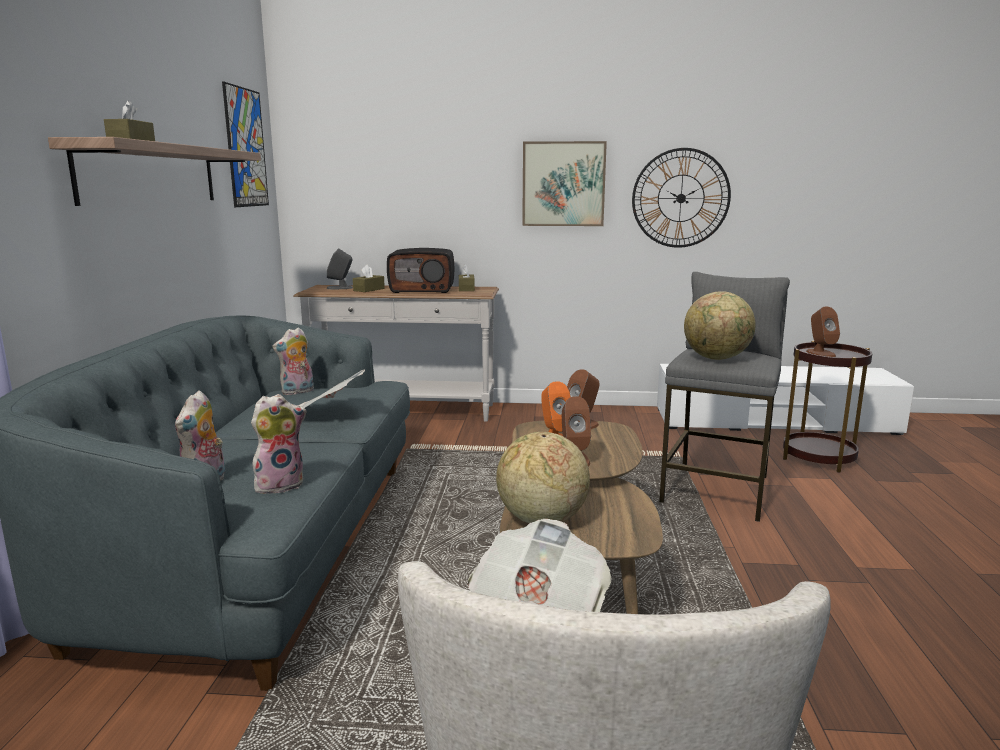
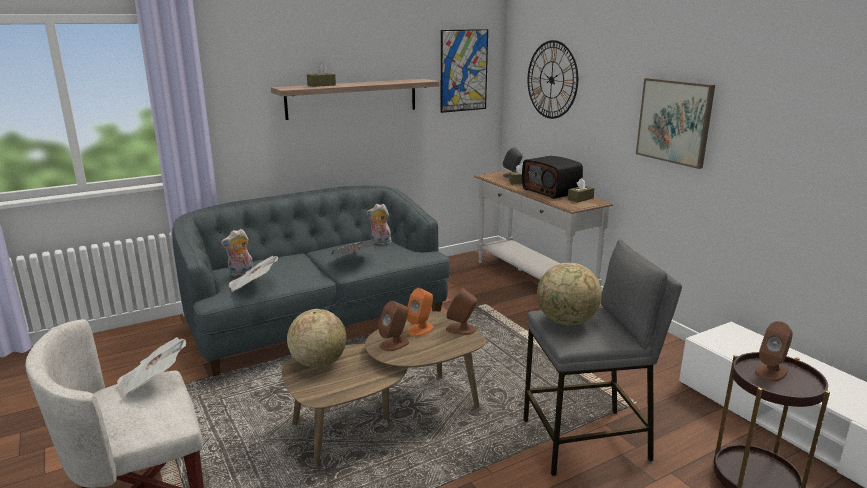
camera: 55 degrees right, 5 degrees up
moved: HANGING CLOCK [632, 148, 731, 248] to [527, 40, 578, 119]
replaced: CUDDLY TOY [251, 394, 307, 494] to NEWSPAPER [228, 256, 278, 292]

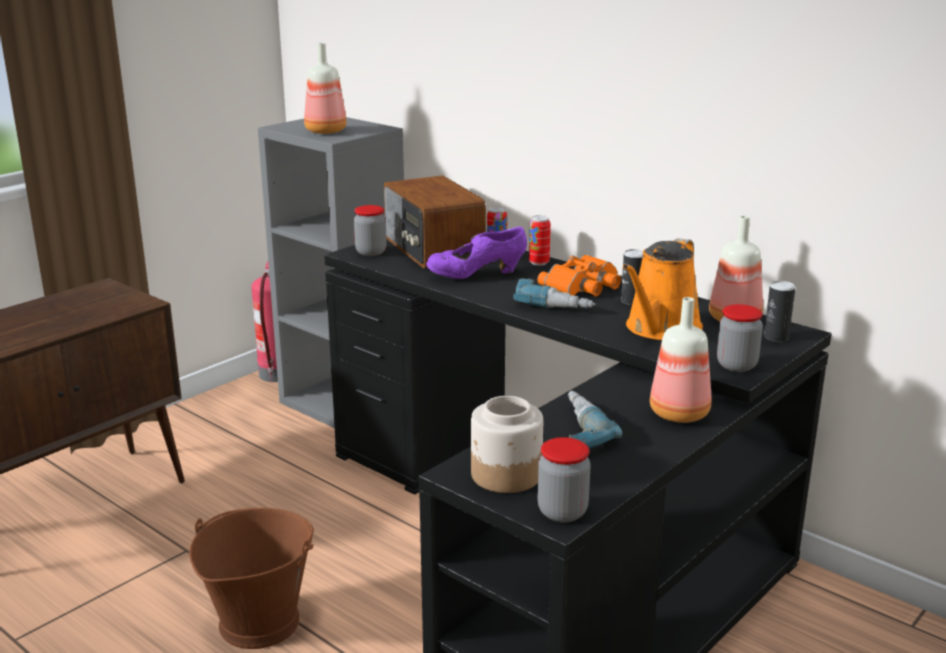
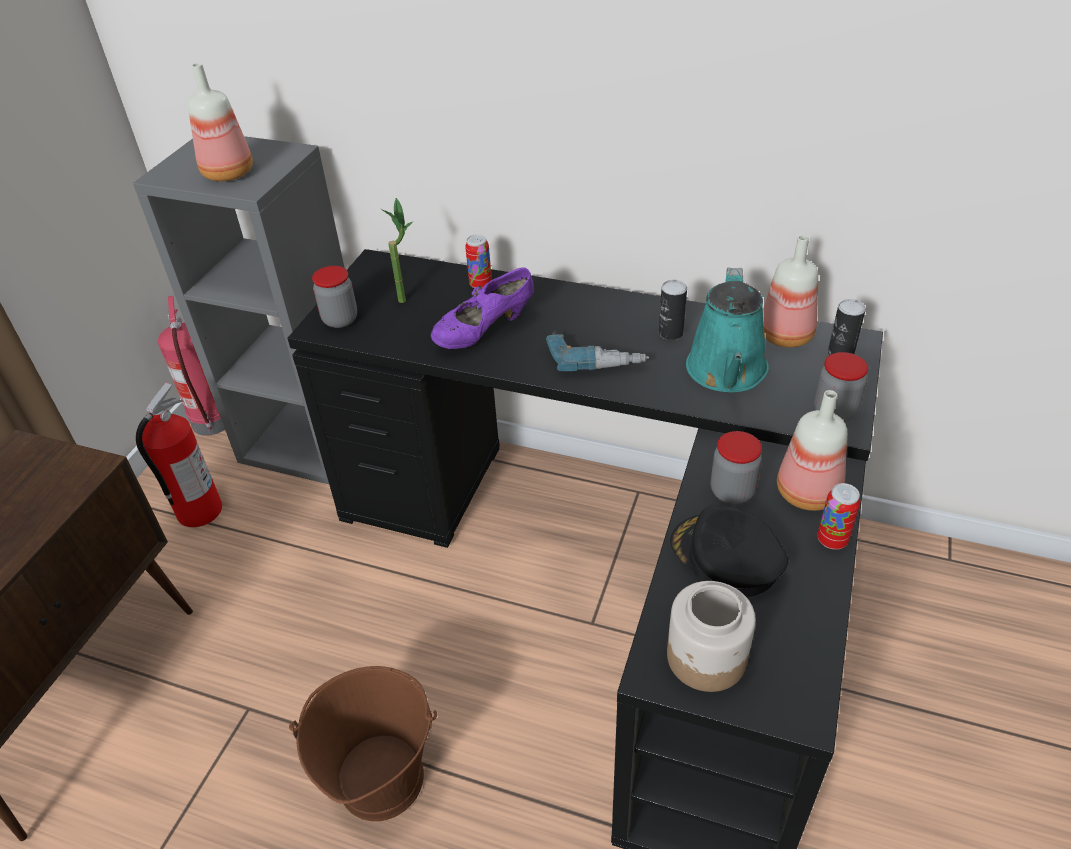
camera: 20 degrees left, 20 degrees up
removed: ORANGEY FIELD GLASSES [537, 254, 621, 296]
added: FIRE-FIGHTING CYLINDER [136, 383, 222, 527]
moved: SEALED CAN [529, 215, 551, 266] to [817, 483, 860, 550]; STORAGE JAR [538, 437, 591, 522] to [711, 431, 762, 504]
replaced: RADIO RECEIVER [384, 176, 486, 268] to POTTED PLANT [381, 198, 413, 303]; POWER DRILL [568, 391, 622, 448] to BLACK CAP [670, 505, 788, 597]
recoloured: ORANGEY WATERING CAN [623, 238, 703, 340] to TURQUOISE WATERING CAN [686, 268, 769, 393]

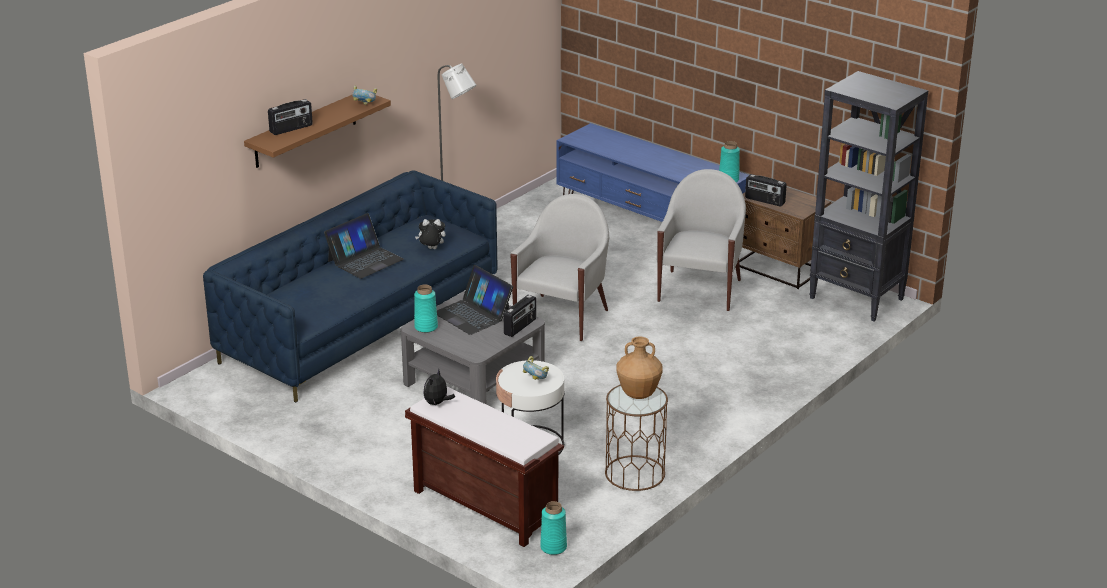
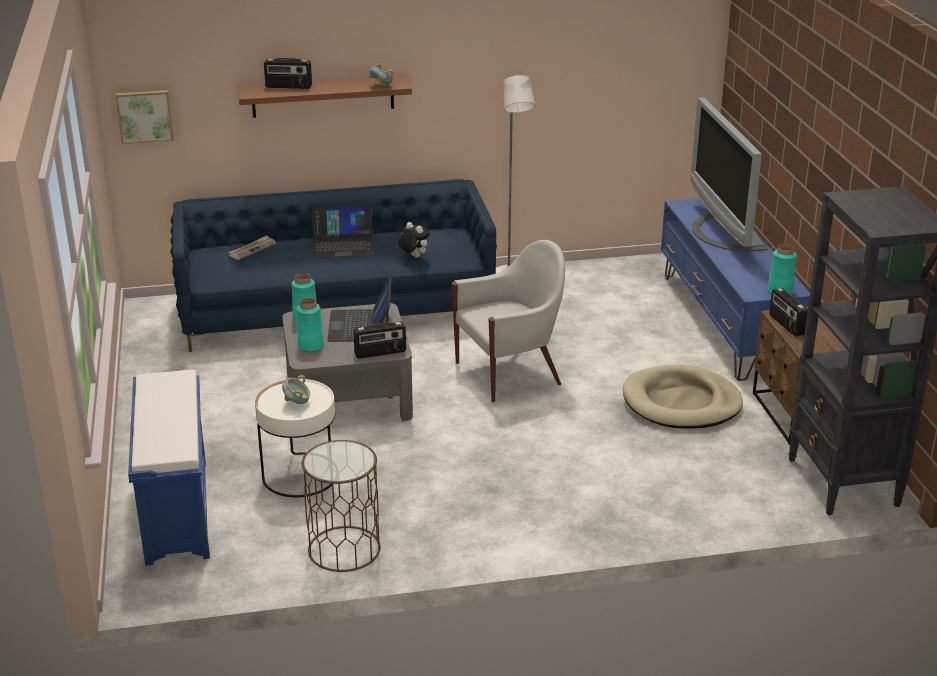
camera: 40 degrees right, 0 degrees up
removed: CUDDLY TOY [424, 369, 455, 405]; BROWN-COLOURED DECORATIVE VASE [617, 337, 663, 399]
added: WALL PICTURE [115, 90, 174, 144]; NEWSPAPER [229, 235, 276, 260]; TV [690, 97, 768, 252]
moved: TURQUOISE DECORATIVE VASE [540, 501, 567, 555] to [297, 298, 324, 352]
replaced: WHITE-COLOURED ARMCHAIR [657, 169, 746, 311] to BEIGE DOG BED [623, 365, 743, 429]
recoloured: BROWN-COLOURED BENCH [405, 387, 564, 547] to BLUE BENCH [128, 370, 210, 566]

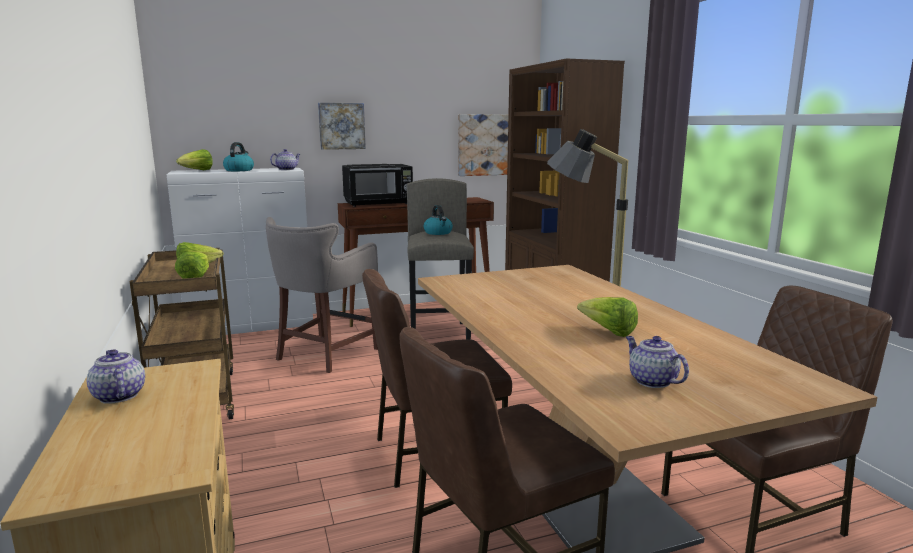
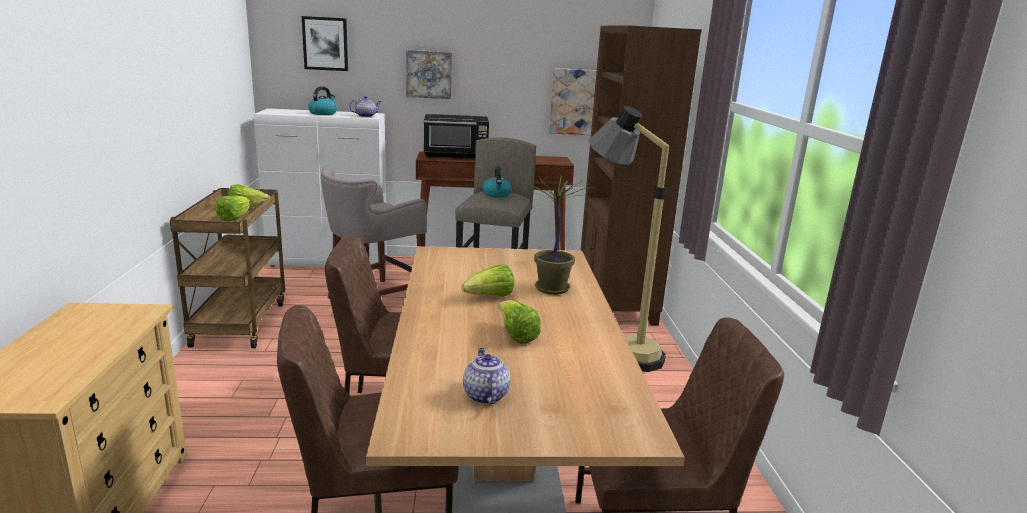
camera: 15 degrees right, 5 degrees up
removed: TEAPOT [87, 349, 145, 404]
added: WALL PICTURE [302, 16, 348, 71]; POTTED PLANT [516, 176, 596, 295]
moved: LETTUCE HEAD [176, 149, 213, 170] to [461, 264, 514, 297]

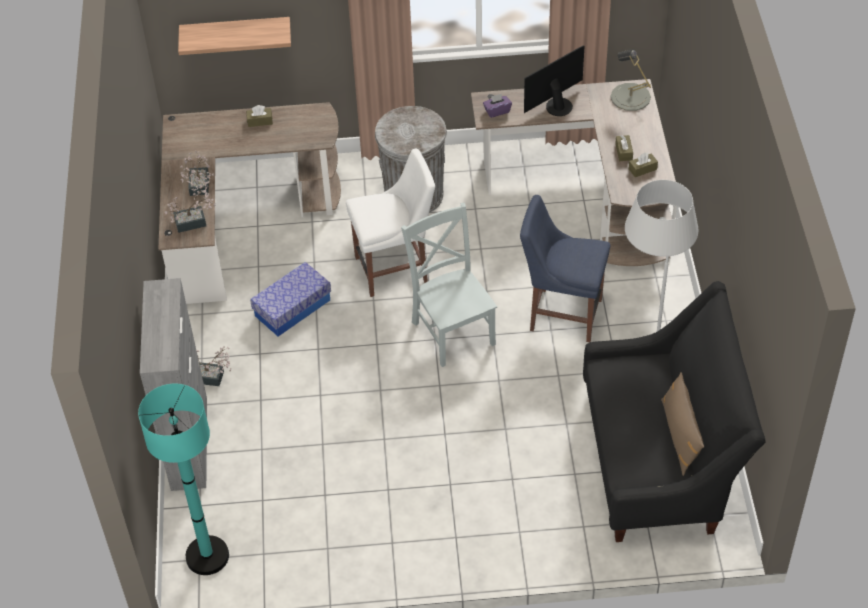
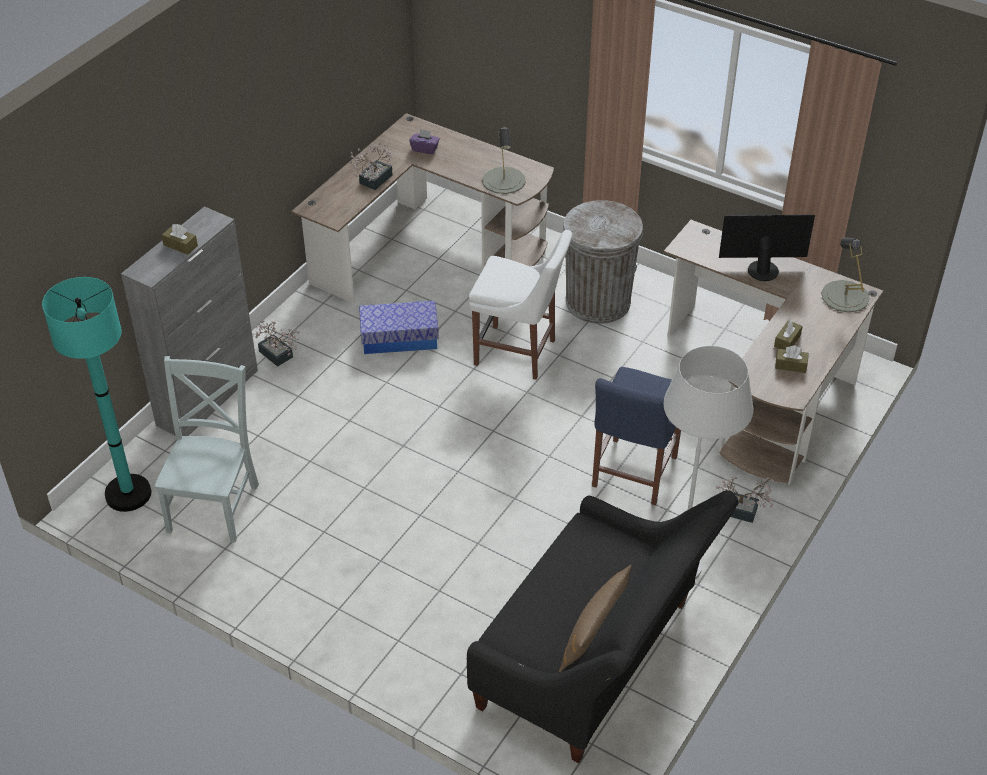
camera: 35 degrees right, 5 degrees down
removed: WALL SHELF [178, 17, 291, 55]
added: GREYISH TABLETOP LAMP [482, 127, 526, 194]
moved: POTTED PLANT [164, 184, 216, 233] to [716, 477, 774, 523]; BROWN-COLOURED TISSUE HOLDER [246, 105, 273, 127] to [162, 224, 198, 255]; GREYISH CHAIR [401, 203, 497, 367] to [154, 356, 259, 543]; PURPLISH TISSUE HOLDER [483, 94, 512, 118] to [409, 129, 440, 154]
turned: BLUE CHAIR [520, 195, 610, 342] = [592, 367, 681, 505] 120 degrees counterclockwise

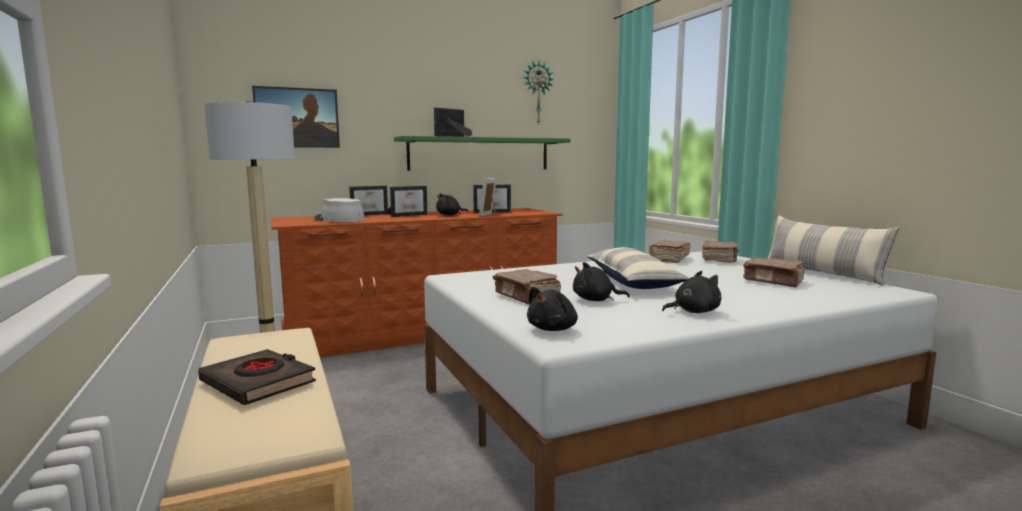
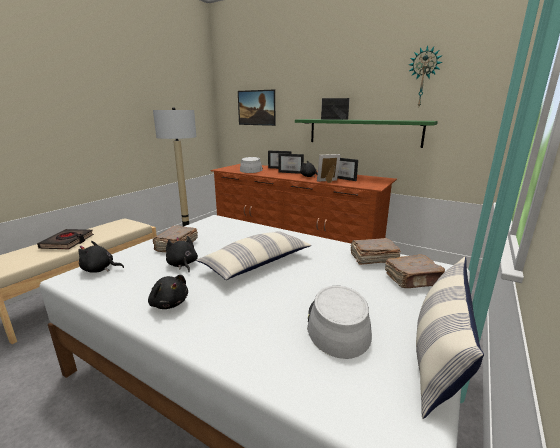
camera: 55 degrees right, 10 degrees up
replaced: BROWN-COLOURED BOOK [743, 257, 805, 287] to GREYISH HAT [307, 286, 372, 359]

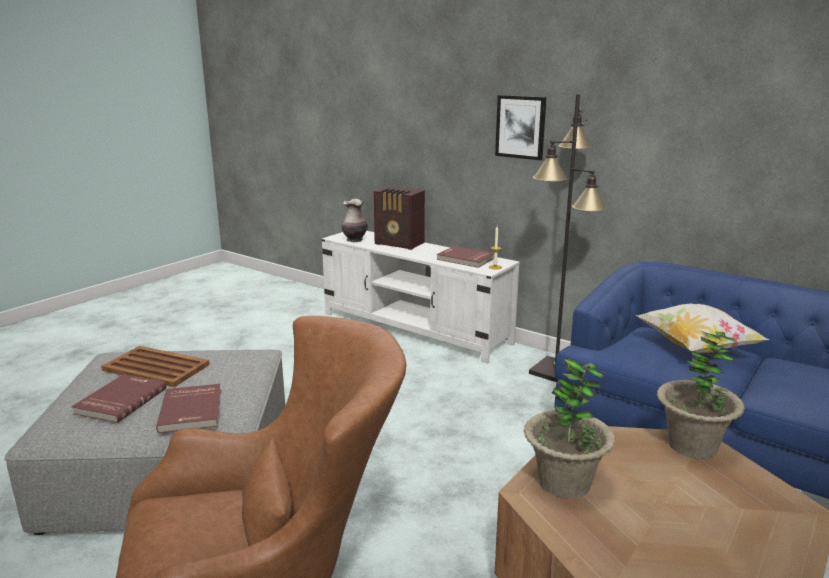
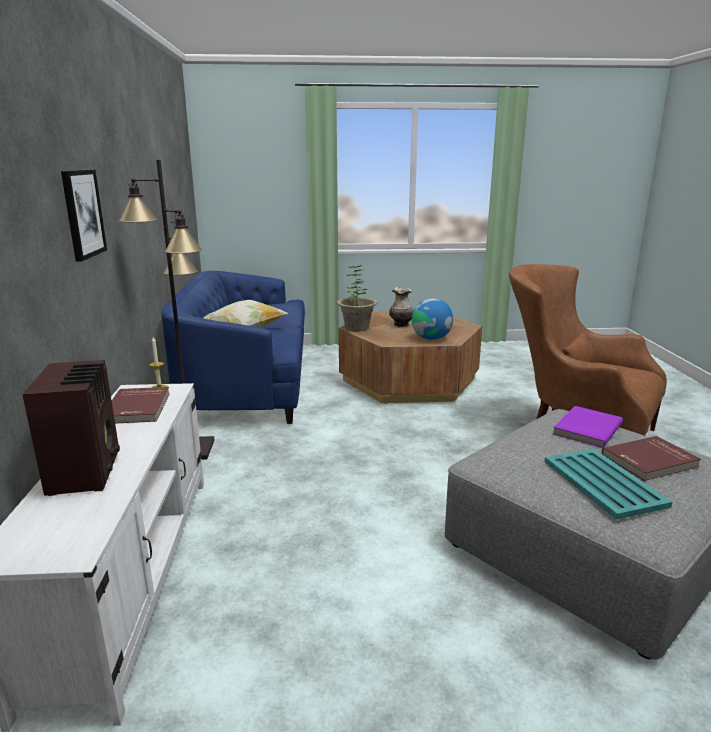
camera: 130 degrees left, 0 degrees up
moved: DECORATIVE VASE [341, 199, 368, 242] to [389, 287, 413, 327]
replaced: POTTED PLANT [524, 357, 615, 499] to DESK GLOBE [412, 299, 453, 340]
recoloured: BROWN-COLOURED TRAY [101, 346, 210, 387] to TURQUOISE TRAY [544, 449, 672, 520]; RED-COLOURED BOOK [156, 384, 221, 433] to PURPLISH BOOK [553, 406, 623, 448]

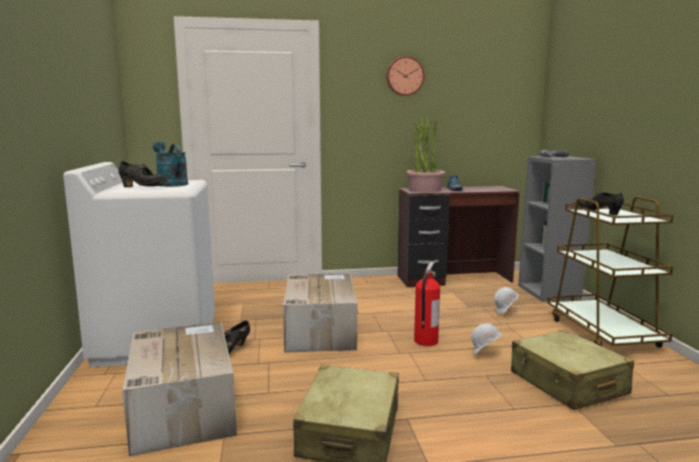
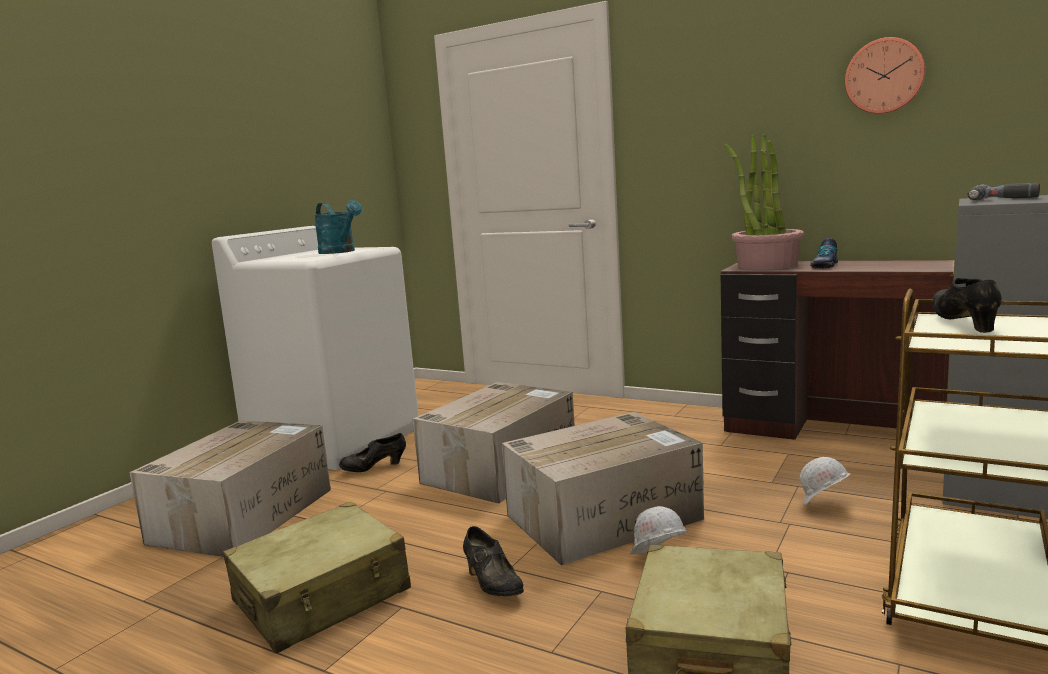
camera: 40 degrees right, 0 degrees up
moved: BLACK ITEM OF FOOTWEAR [118, 161, 167, 187] to [463, 526, 524, 596]; HANGING CLOCK [386, 56, 424, 96] to [845, 37, 925, 114]
replaced: FIRE-FIGHTING CYLINDER [414, 262, 440, 346] to PACKING BOX [502, 412, 704, 565]
turned: TURQUOISE WATERING CAN [153, 141, 188, 187] = [314, 200, 362, 254] 135 degrees clockwise

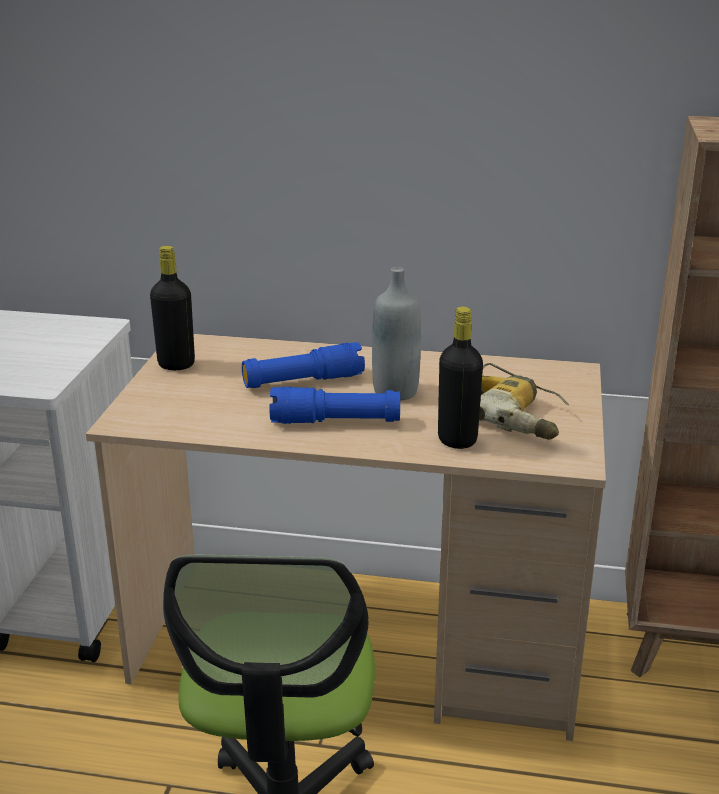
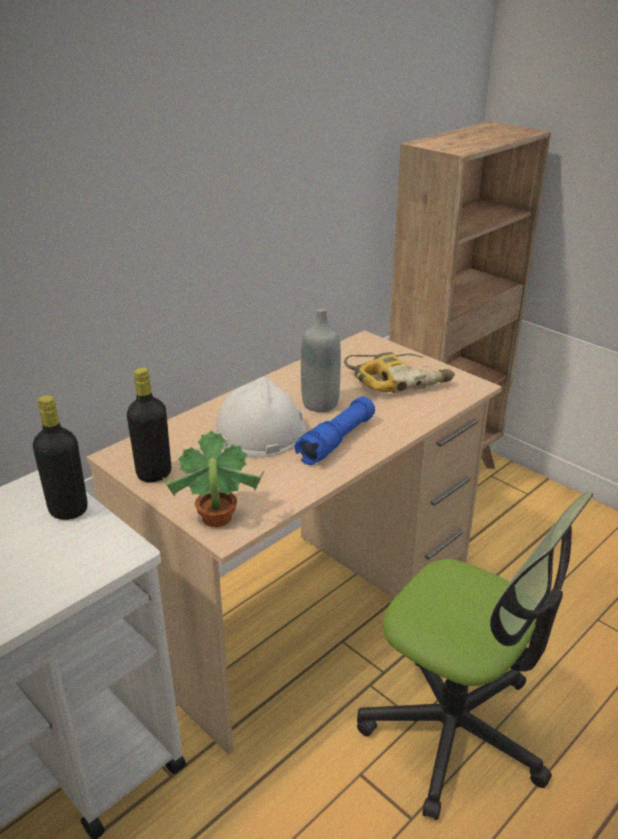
camera: 55 degrees left, 5 degrees up
added: POTTED PLANT [163, 430, 264, 527]
moved: BLACK DRINK BOTTLE [438, 307, 483, 449] to [33, 395, 88, 520]
replaced: BLUE TORCH [242, 342, 365, 388] to WHITE-COLOURED WORK HELMET [215, 377, 306, 458]

